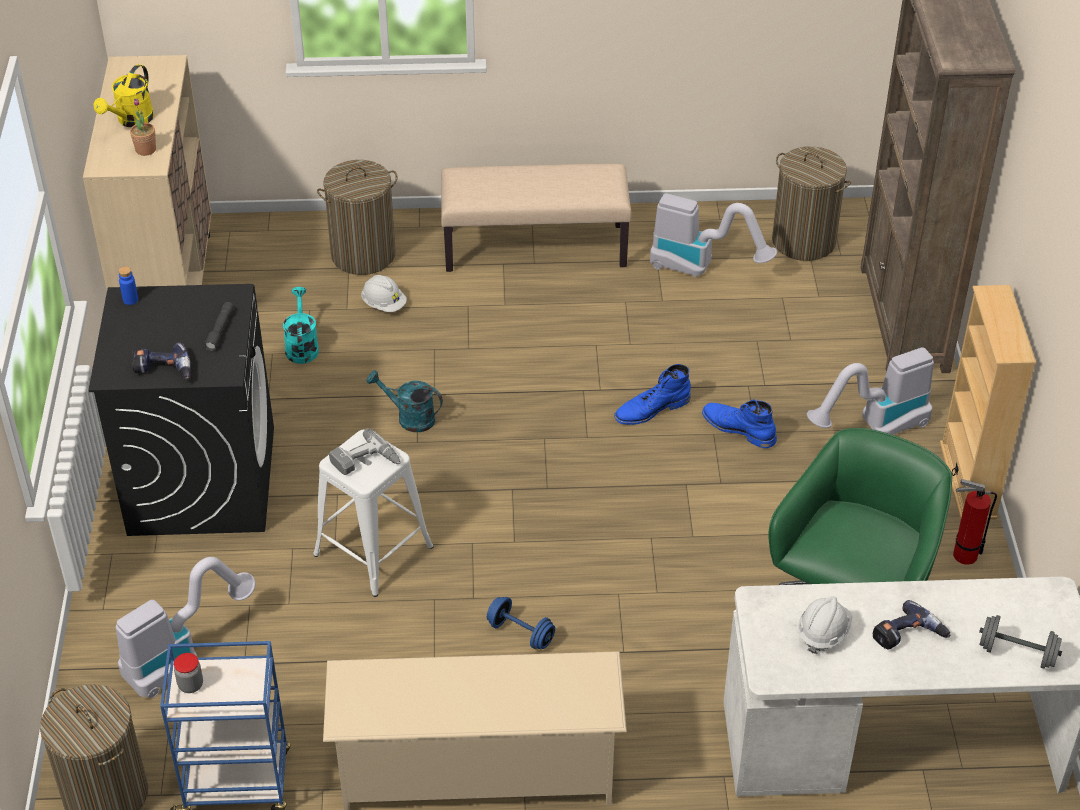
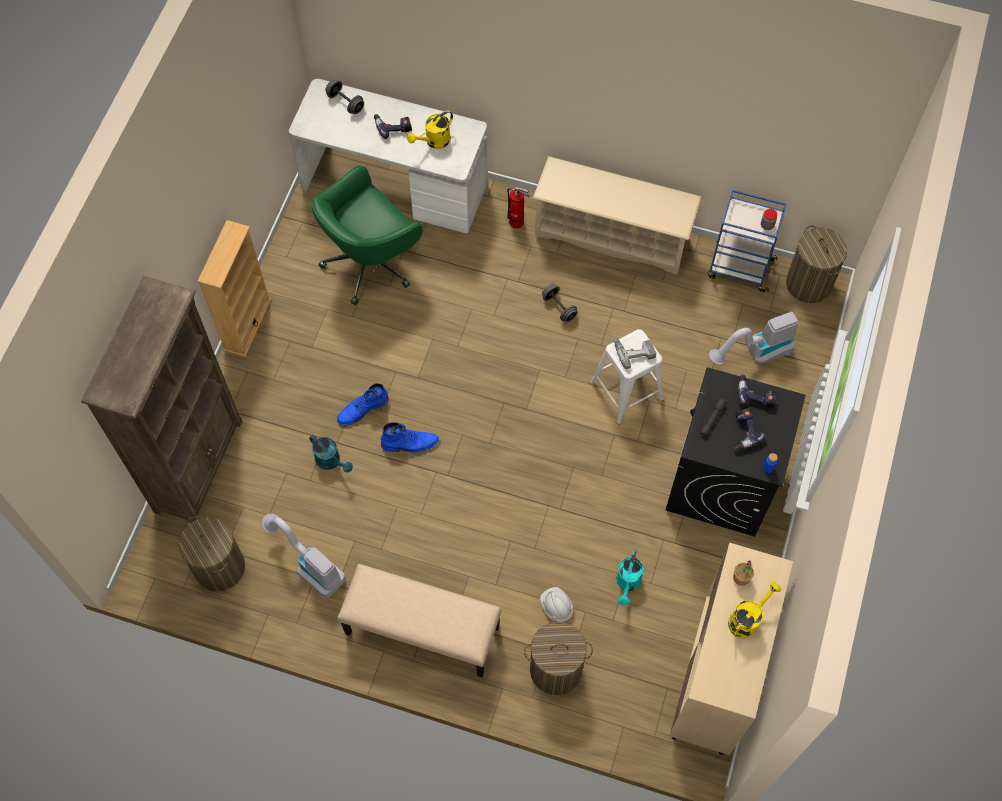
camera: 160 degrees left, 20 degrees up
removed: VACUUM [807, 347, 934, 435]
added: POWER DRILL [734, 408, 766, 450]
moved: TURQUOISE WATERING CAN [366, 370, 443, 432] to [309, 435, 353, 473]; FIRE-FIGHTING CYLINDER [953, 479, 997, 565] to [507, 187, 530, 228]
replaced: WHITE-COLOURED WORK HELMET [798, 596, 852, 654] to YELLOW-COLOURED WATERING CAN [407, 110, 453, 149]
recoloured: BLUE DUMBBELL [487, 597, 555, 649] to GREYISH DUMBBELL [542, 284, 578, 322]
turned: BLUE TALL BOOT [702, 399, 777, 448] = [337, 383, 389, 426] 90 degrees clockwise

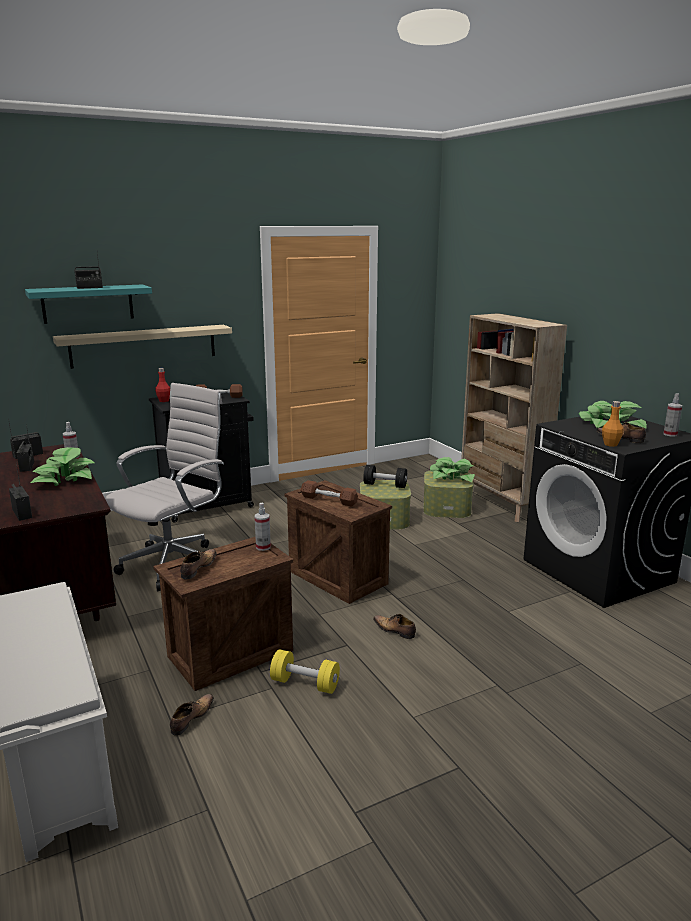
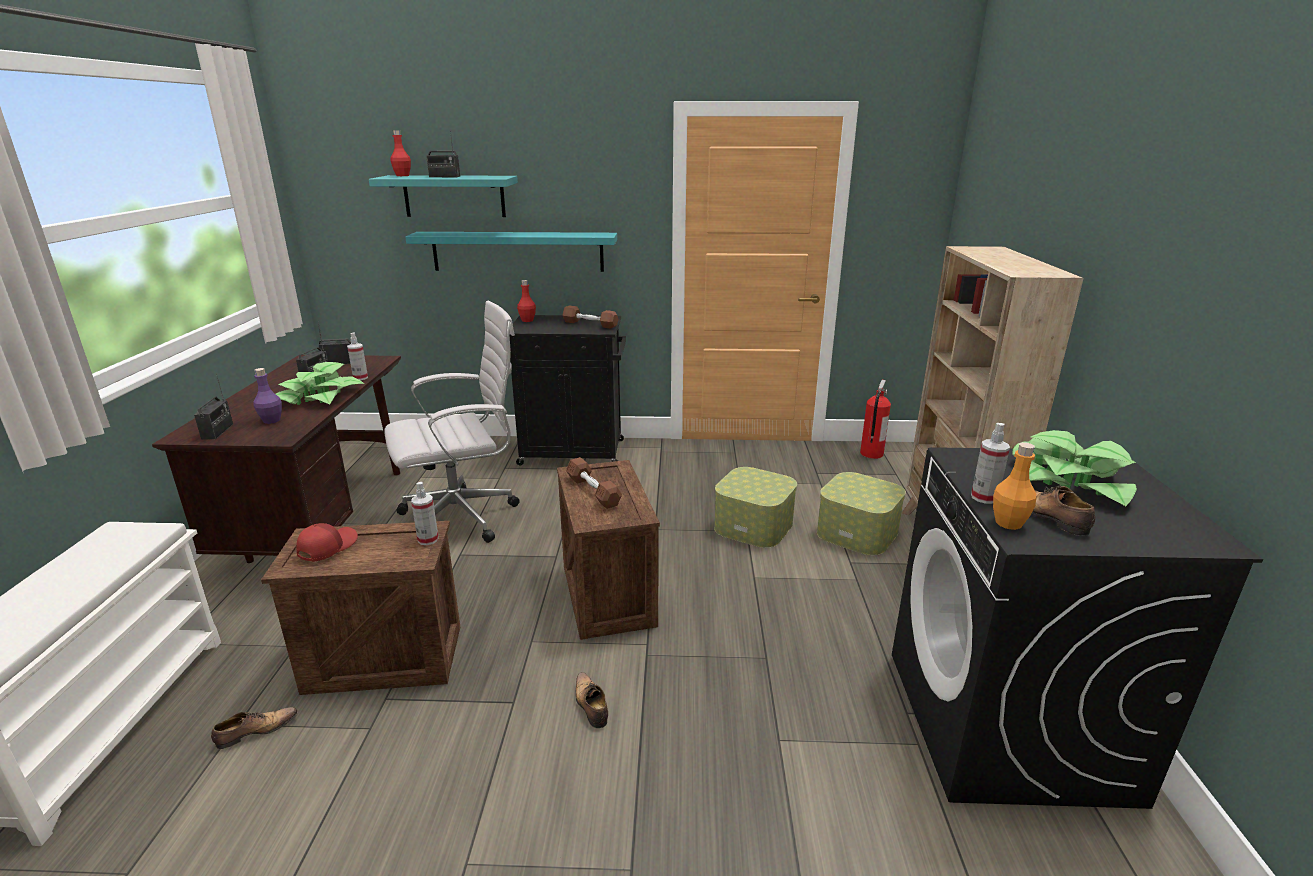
camera: 30 degrees right, 5 degrees up
removed: YELLOW-COLOURED DUMBBELL [270, 649, 340, 694]; BLACK DUMBBELL [363, 465, 407, 488]; POTTED PLANT [430, 457, 475, 482]
added: PURPLISH DRINK BOTTLE [253, 368, 282, 424]; RED-COLOURED DRINK BOTTLE [390, 130, 411, 176]; FIRE-FIGHTING CYLINDER [860, 380, 891, 459]
moved: SPRAYER [663, 393, 682, 437] to [971, 423, 1010, 504]
replaced: ITEM OF FOOTWEAR [180, 549, 217, 580] to RED-COLOURED CAP [296, 523, 358, 562]
recoloured: BEIGE WALL SHELF [53, 325, 232, 369] to TURQUOISE WALL SHELF [405, 232, 617, 272]

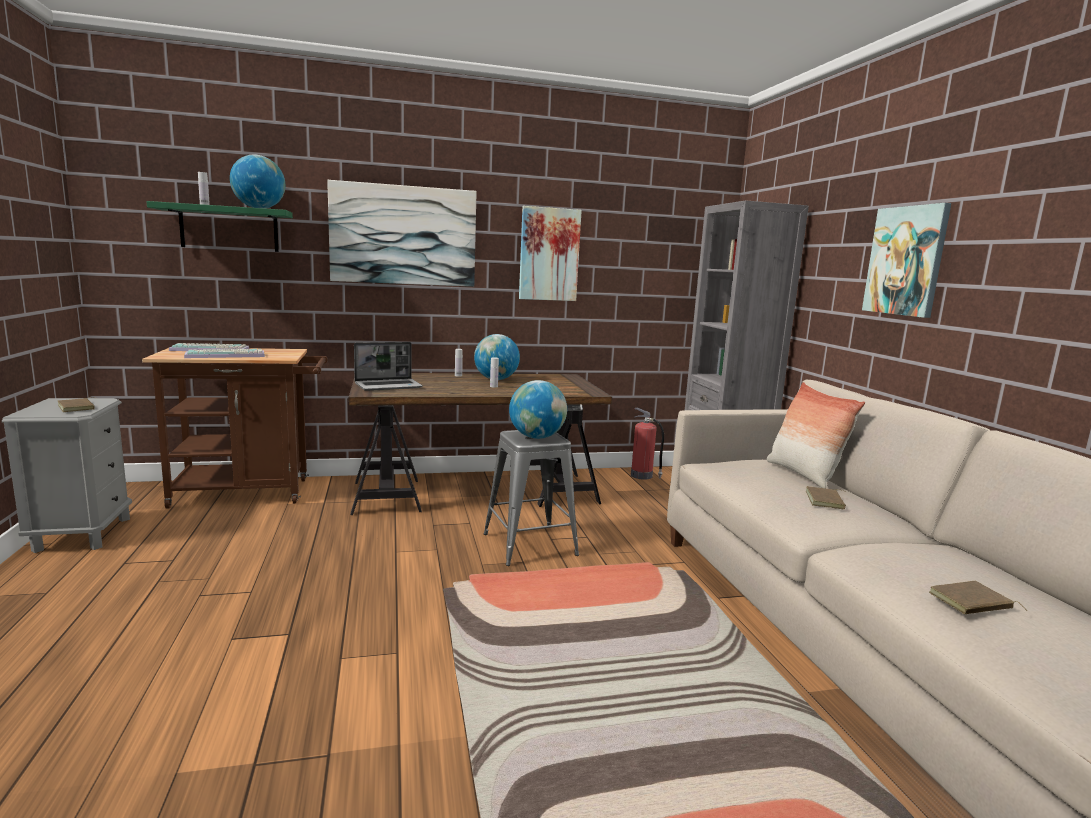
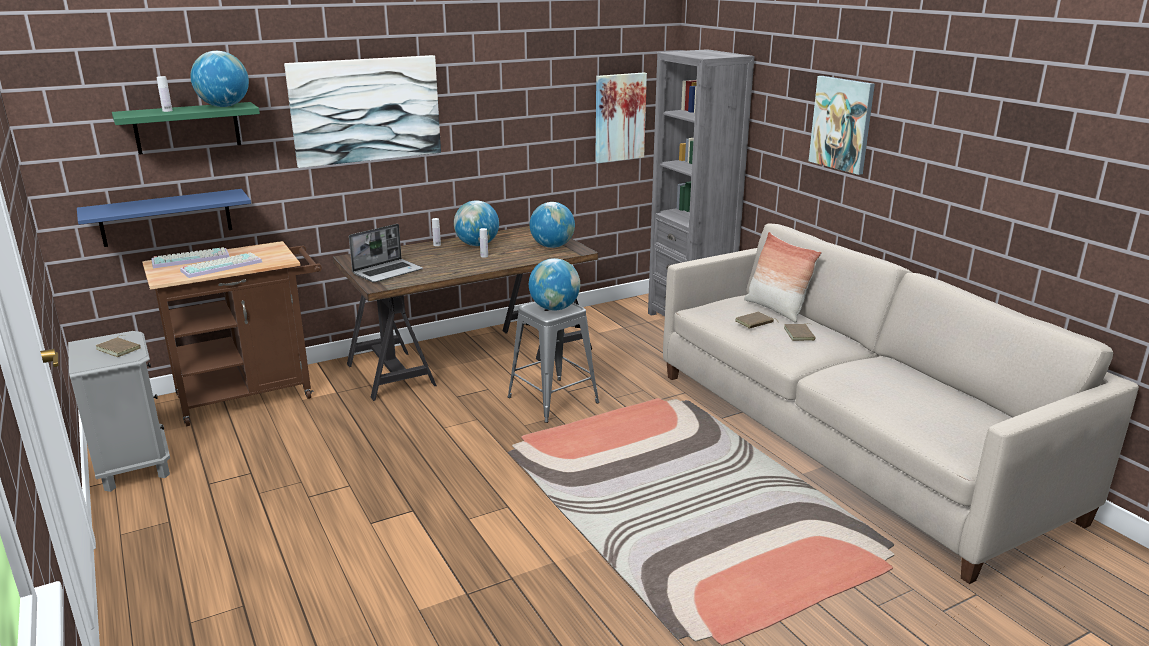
camera: 15 degrees left, 10 degrees up
removed: FIRE-FIGHTING CYLINDER [631, 407, 664, 480]
added: BLUE WALL SHELF [77, 189, 251, 247]; DESK GLOBE [530, 202, 575, 248]
moved: WALL PICTURE [519, 206, 582, 301] to [595, 72, 647, 163]; BROWN-COLOURED BOOK [929, 581, 1027, 614] to [735, 312, 775, 329]

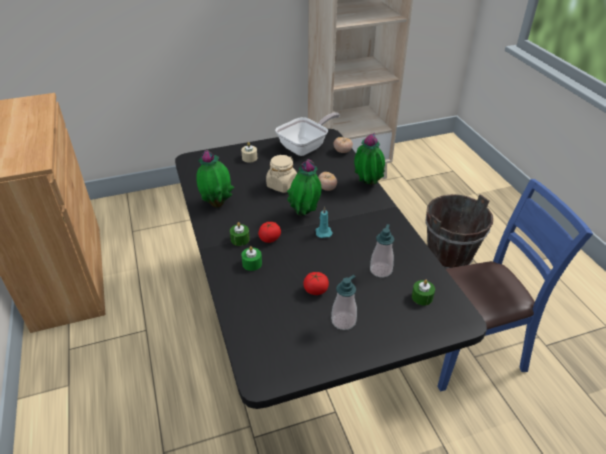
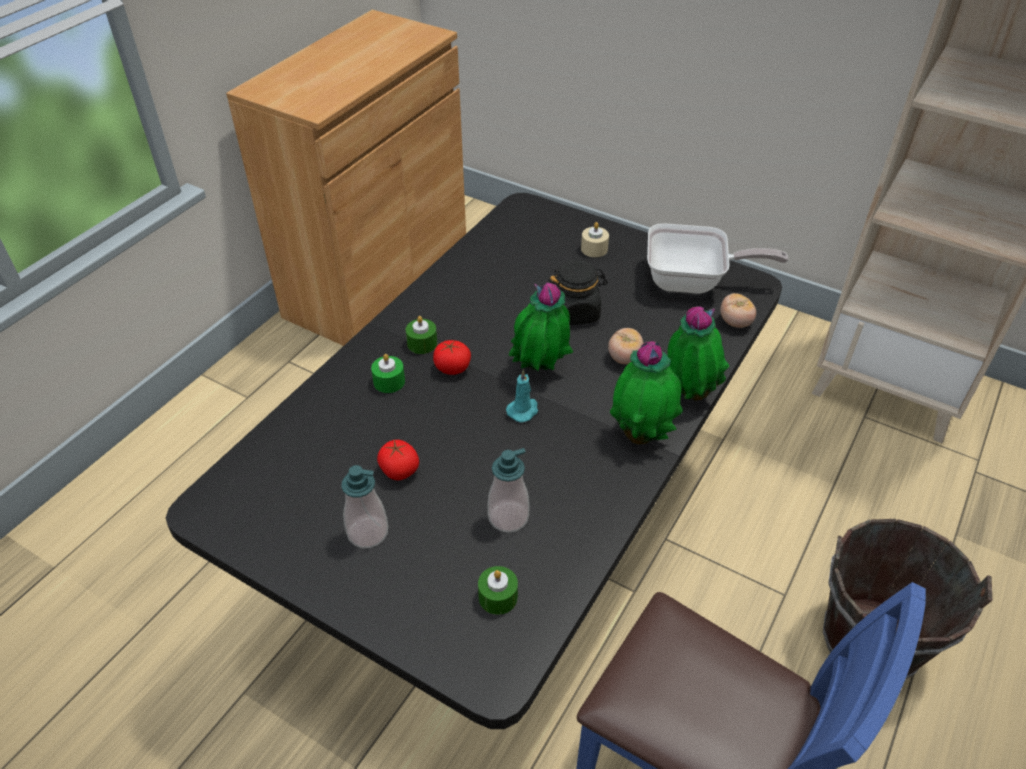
camera: 50 degrees right, 5 degrees up
moved: POTTED PLANT [196, 150, 234, 208] to [610, 341, 683, 444]
recoloured: BEIGE STORAGE JAR [266, 155, 297, 193] to BLACK STORAGE JAR [549, 260, 608, 325]

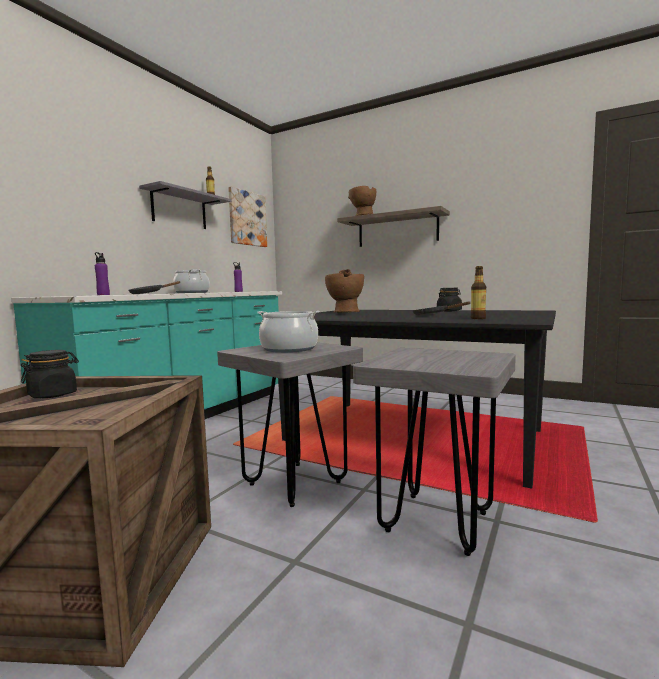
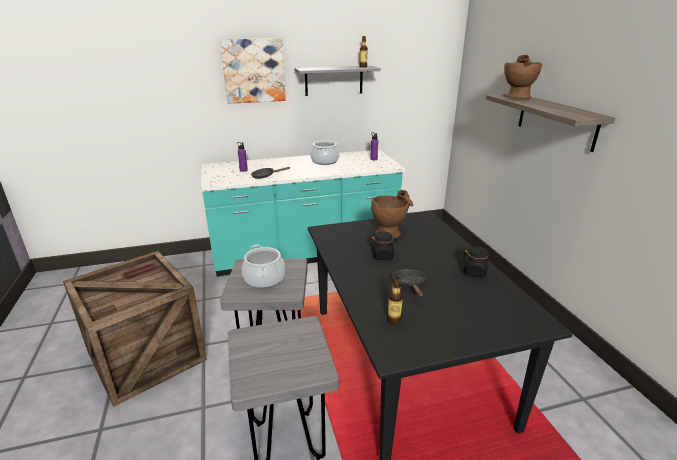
camera: 45 degrees right, 20 degrees up
moved: BLACK STORAGE JAR [21, 350, 79, 398] to [370, 231, 397, 260]; WALL PICTURE [228, 186, 267, 247] to [220, 38, 286, 104]

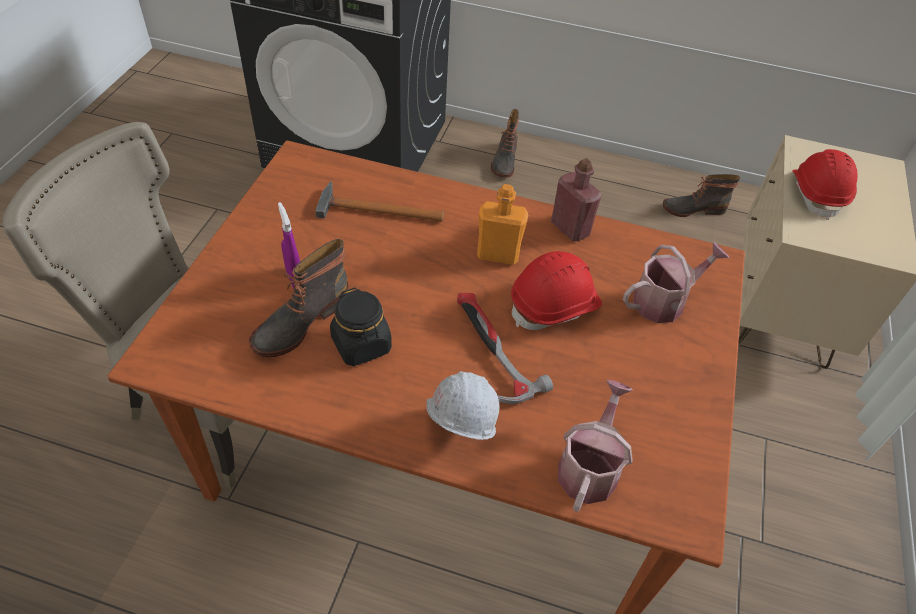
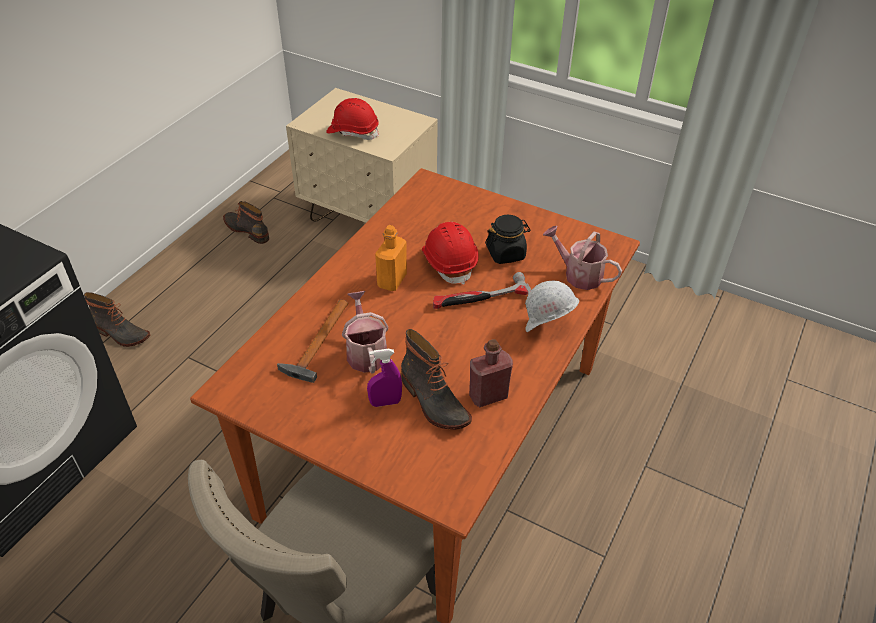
camera: 75 degrees left, 5 degrees down
moved: BLACK STORAGE JAR [330, 288, 392, 366] to [485, 215, 531, 264]; RED-COLOURED DRINK BOTTLE [551, 158, 602, 241] to [469, 339, 513, 407]; WATERING CAN [623, 242, 729, 323] to [342, 291, 389, 374]
turned: TALL BOOT [663, 174, 740, 217] = [223, 201, 269, 244] 120 degrees clockwise

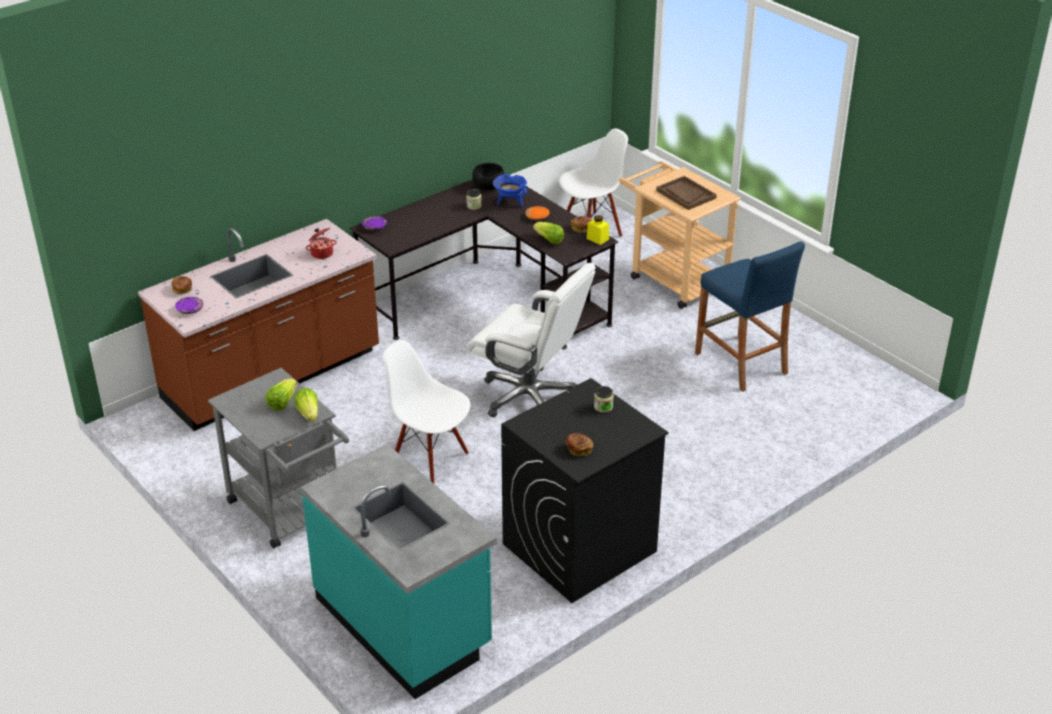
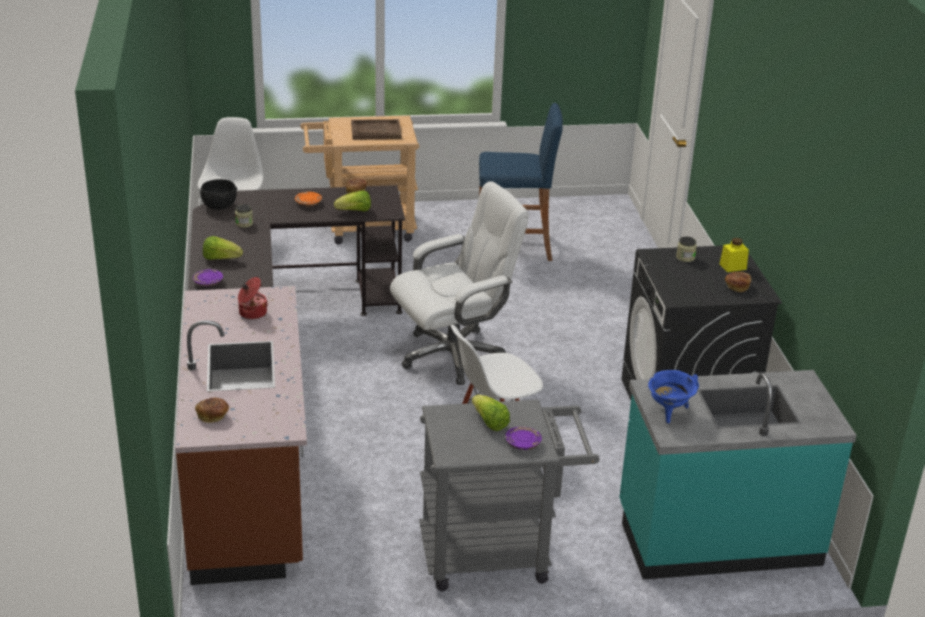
camera: 60 degrees left, 5 degrees down
moved: PURPLISH DINNER PLATE [175, 297, 203, 314] to [505, 426, 542, 450]; LETTUCE HEAD [295, 388, 318, 422] to [203, 236, 243, 260]; BLUE SAUCEPOT [493, 174, 527, 207] to [648, 370, 699, 423]; YELLOW-COLOURED STORAGE JAR [587, 215, 609, 245] to [720, 238, 749, 272]

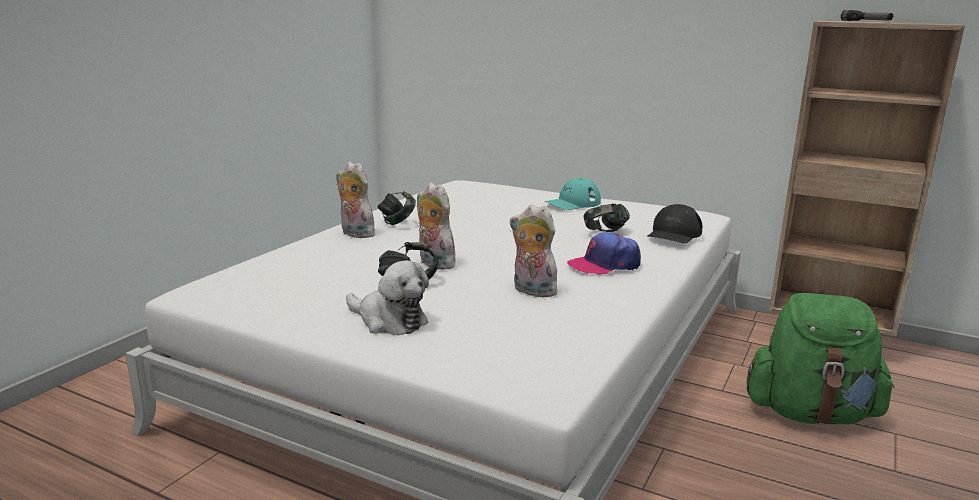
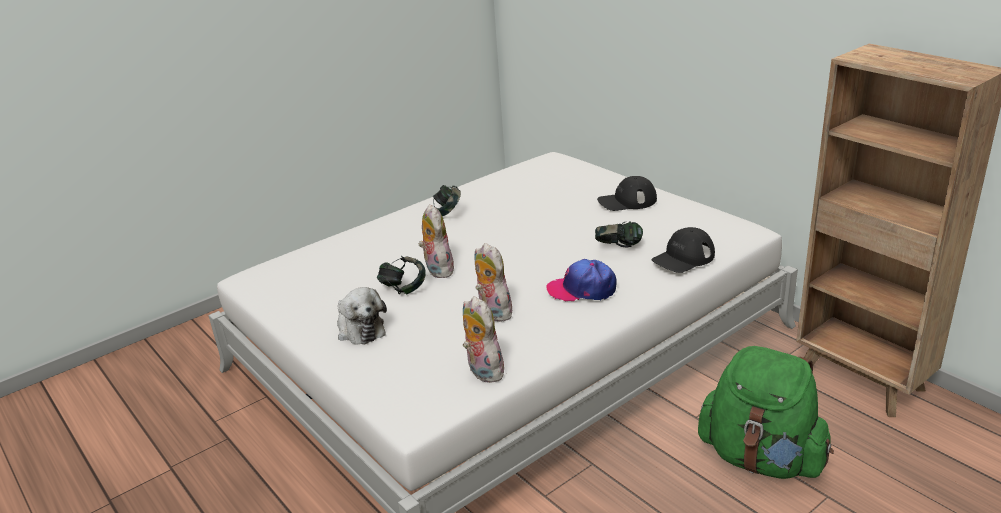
camera: 25 degrees right, 10 degrees up
removed: TORCH [841, 10, 893, 21]
moved: CUDDLY TOY [336, 162, 377, 238] to [463, 296, 504, 383]
recoloured: TURQUOISE CAP [545, 178, 601, 210] to BLACK CAP [597, 176, 657, 211]

